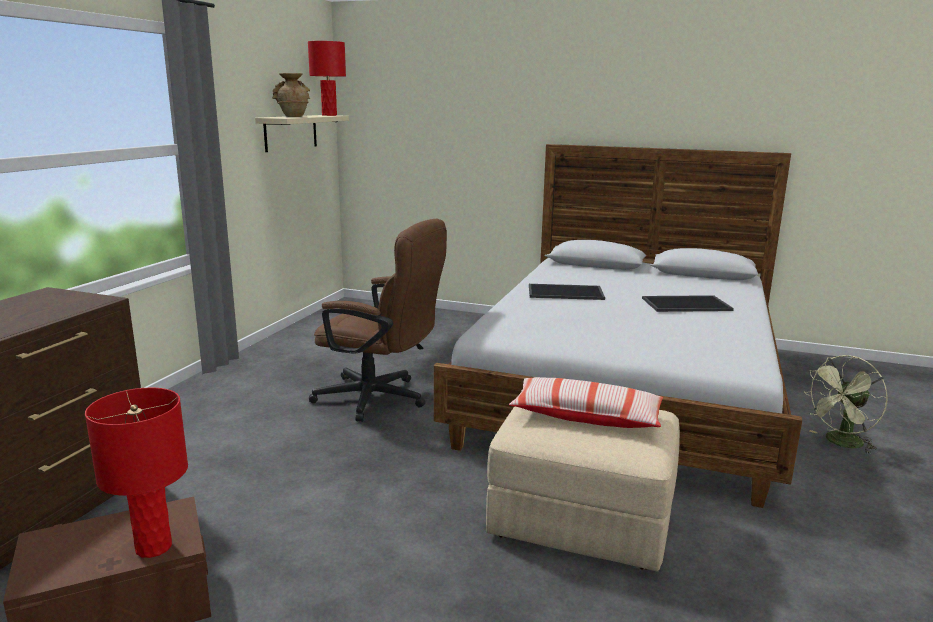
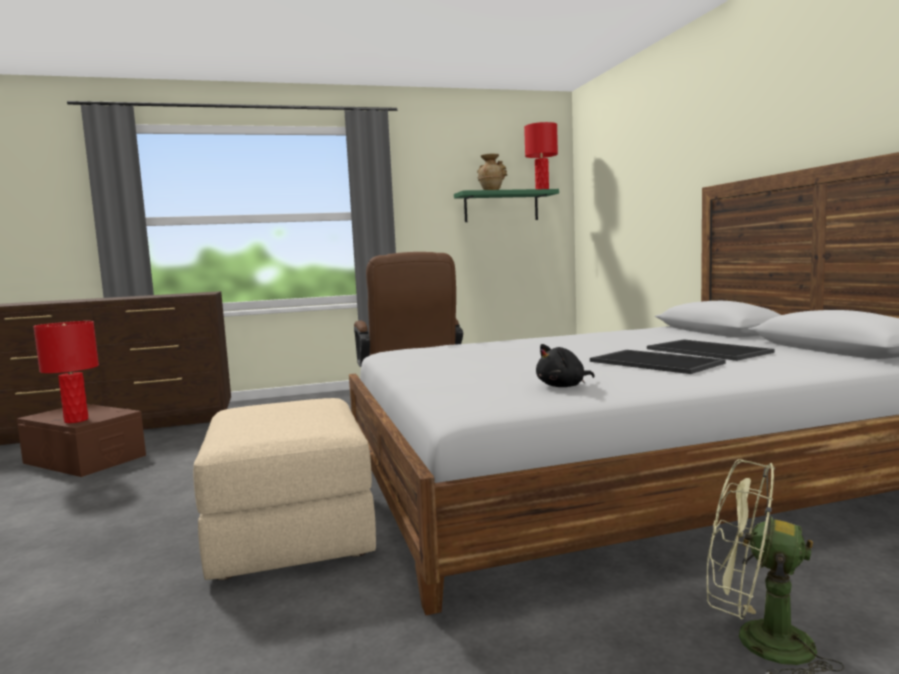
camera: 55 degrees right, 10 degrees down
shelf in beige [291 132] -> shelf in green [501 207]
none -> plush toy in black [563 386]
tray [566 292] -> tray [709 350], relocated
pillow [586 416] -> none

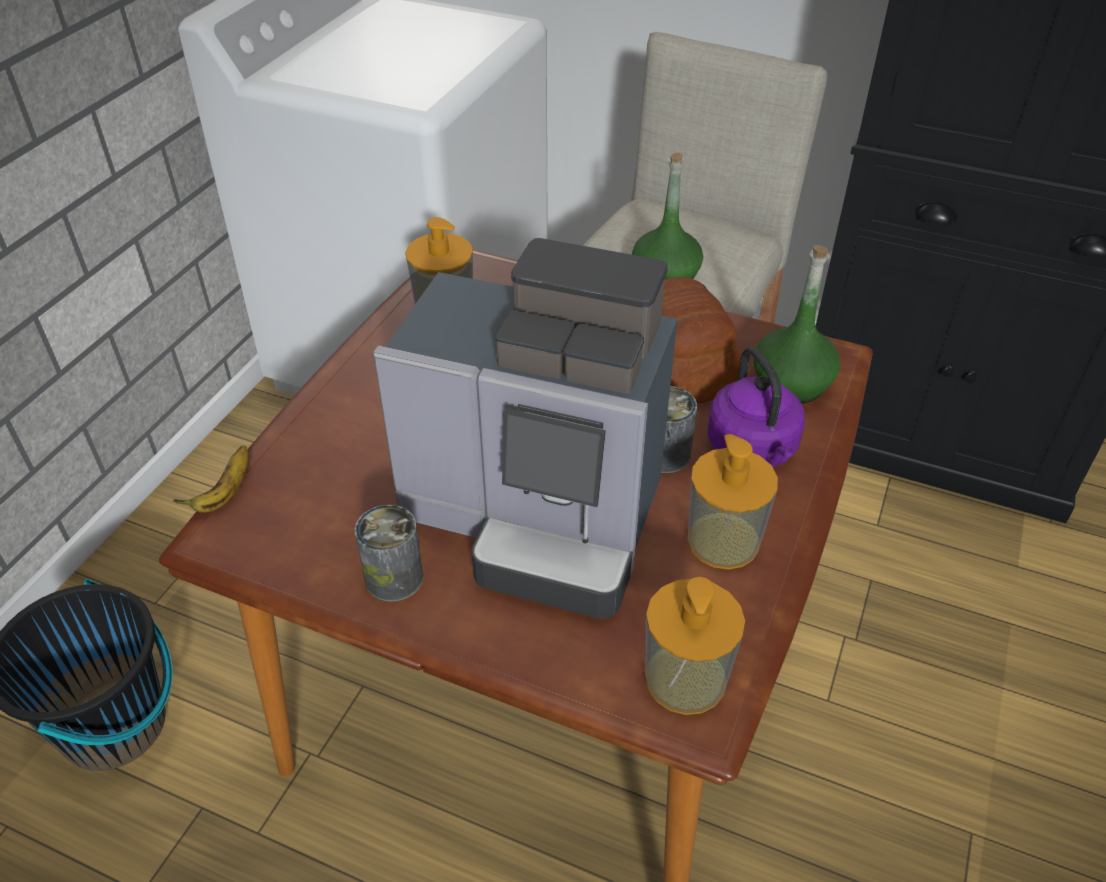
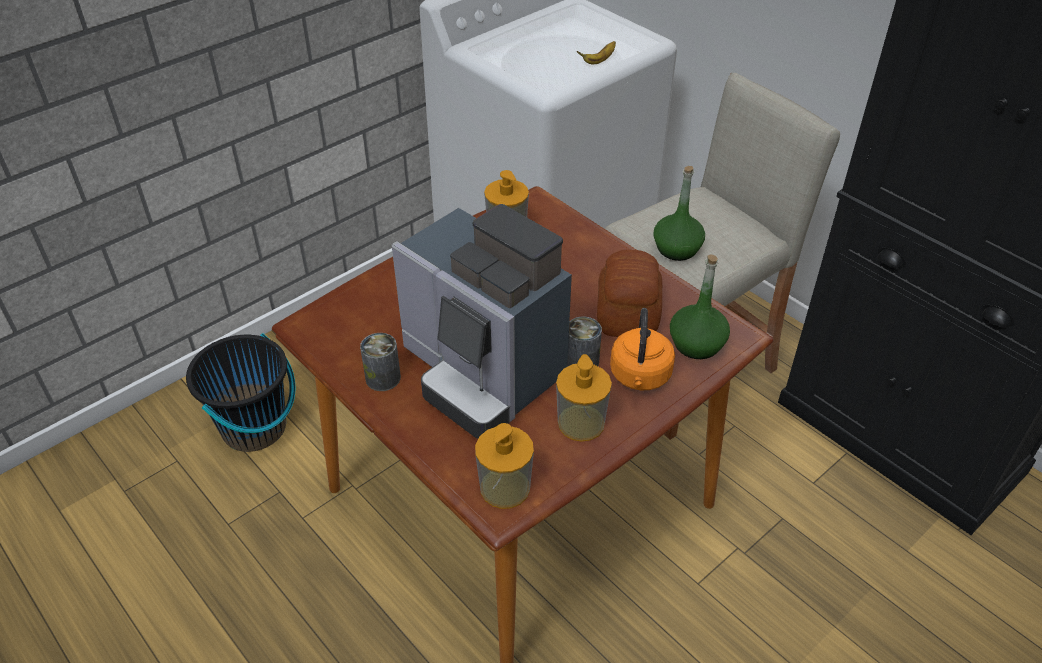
camera: 25 degrees right, 0 degrees up
banana [225 494] -> banana [599 61], relocated
kettle in purple [753 450] -> kettle in orange [640 377]

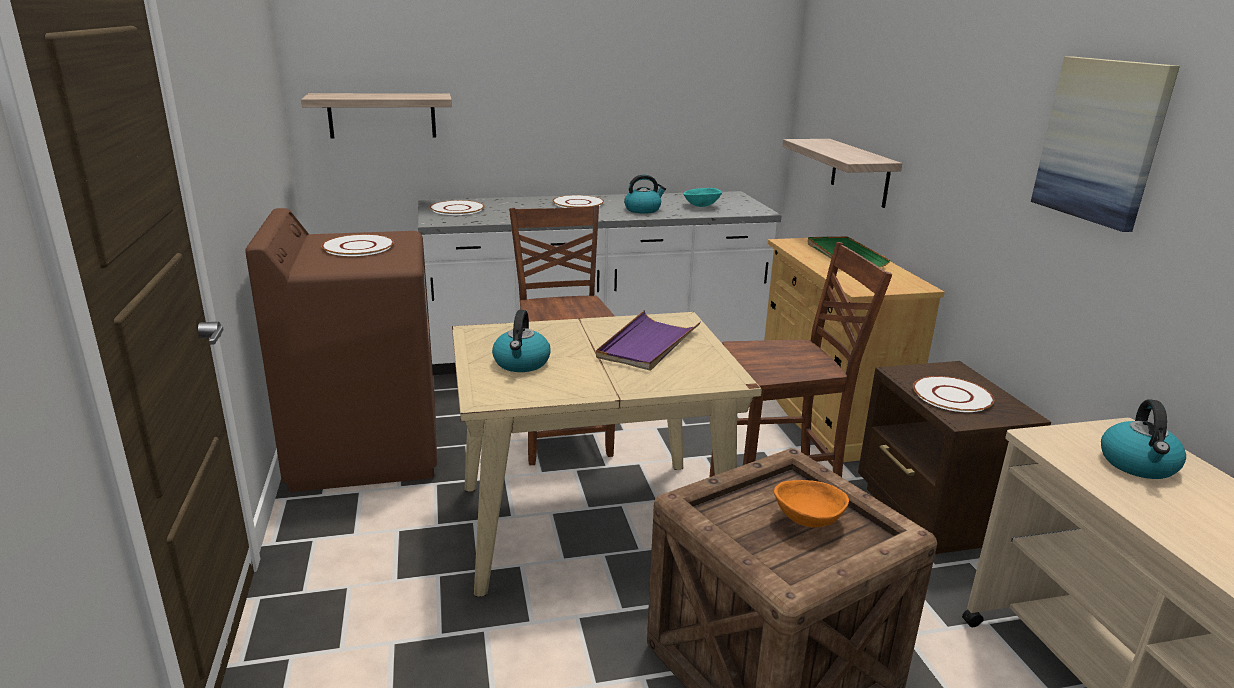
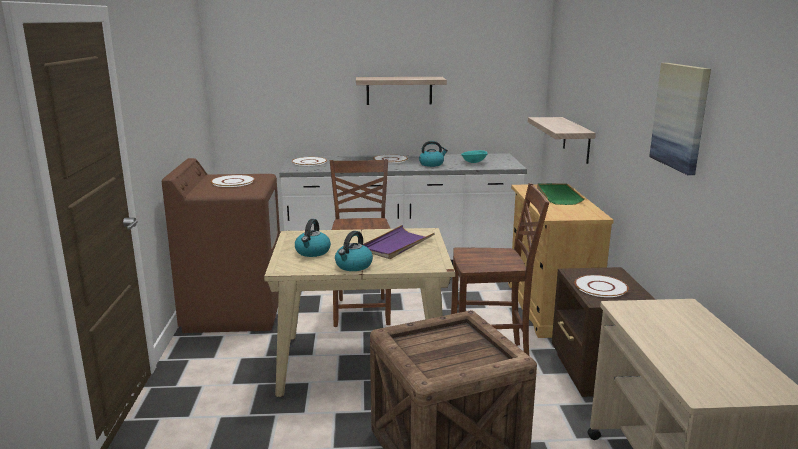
camera: 10 degrees right, 5 degrees down
kettle [1138 465] -> kettle [353 266], relocated
shelf [382 115] -> shelf [399 90], relocated
bowl in orange [807 521] -> none

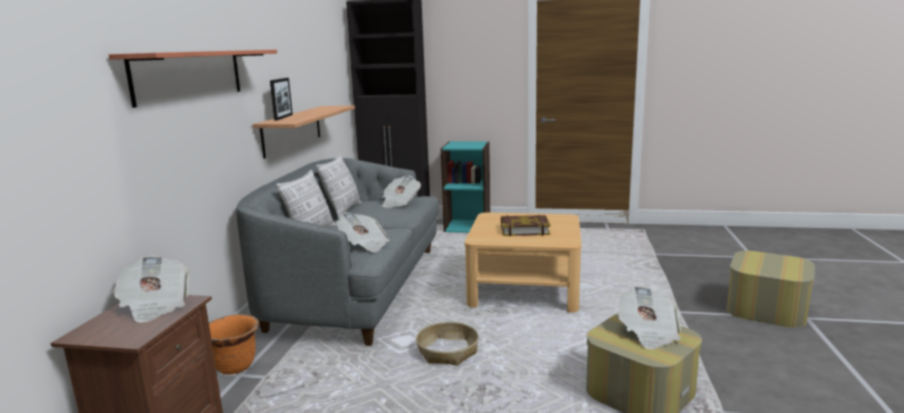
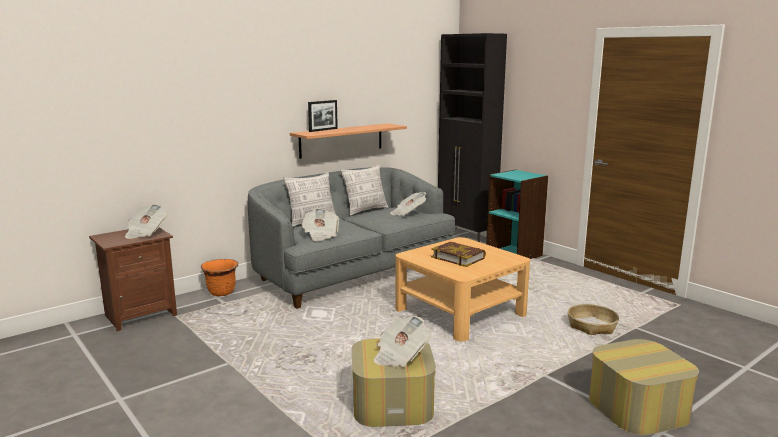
camera: 40 degrees right, 0 degrees up
basket [447 351] -> basket [591 326], relocated
shelf [189 75] -> none

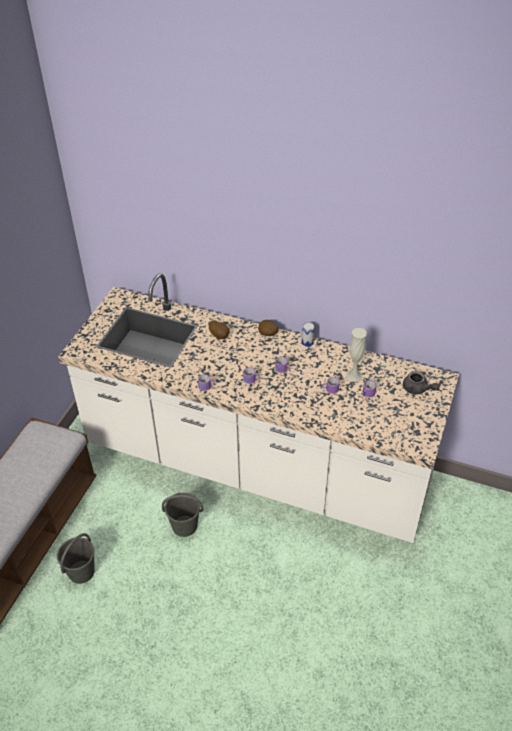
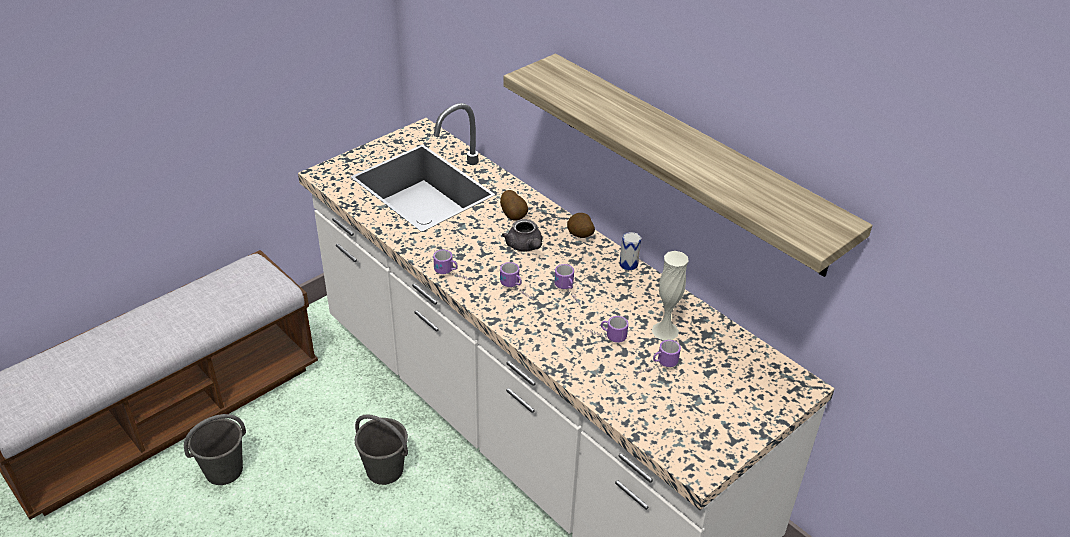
camera: 25 degrees right, 5 degrees down
teapot in grey [417 389] -> teapot in grey [525 247], relocated
none -> shelf [691 161]

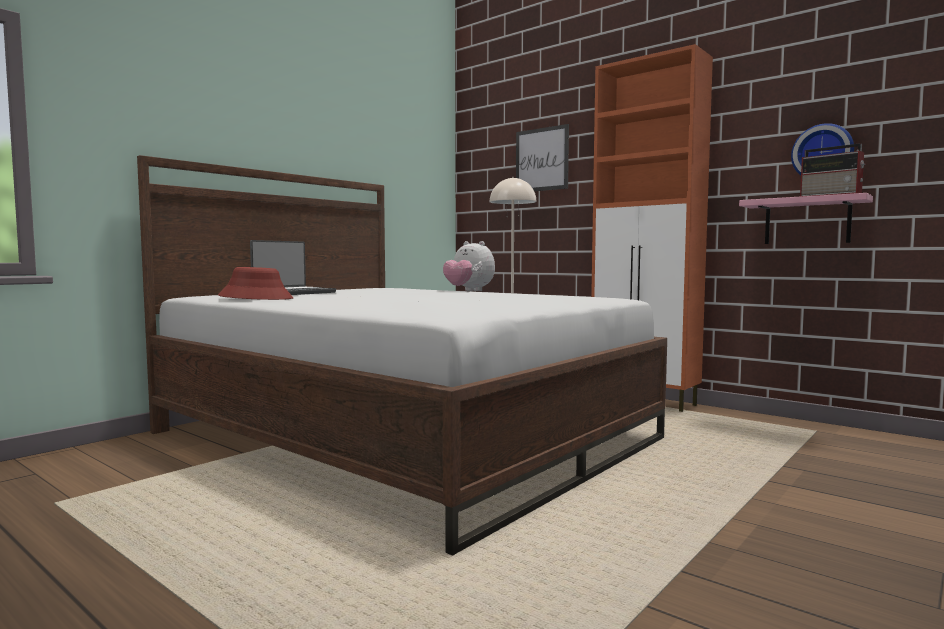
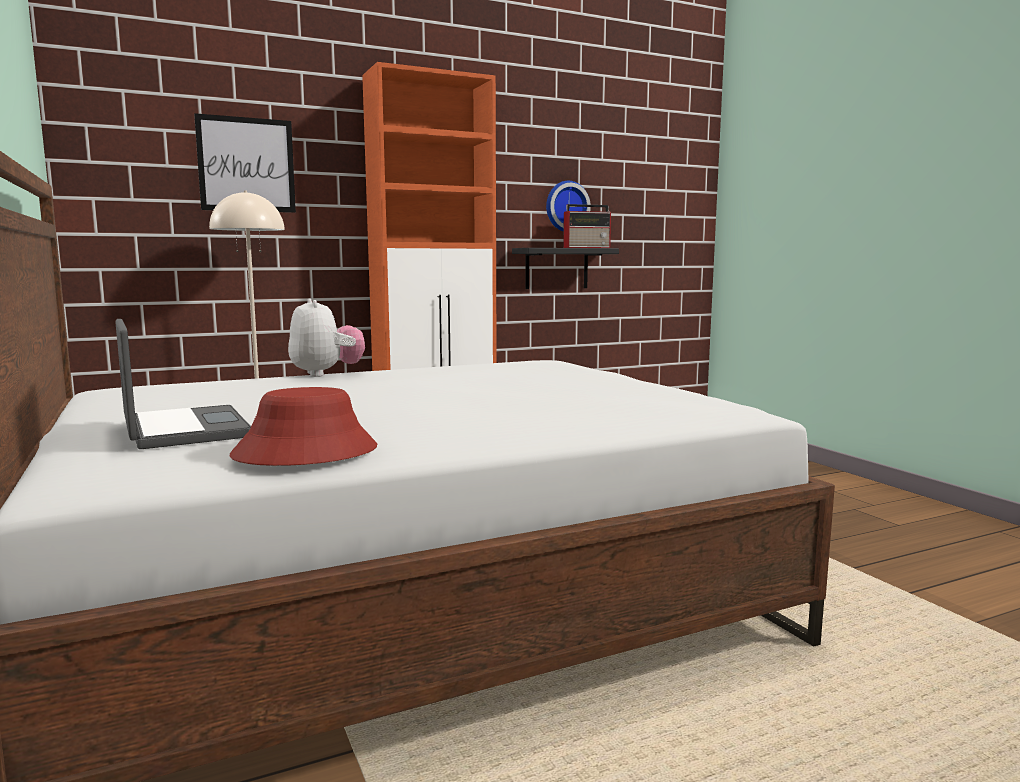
camera: 65 degrees left, 5 degrees up
plush toy [469 291] -> plush toy [326 374], 90 degrees counterclockwise
shelf in pink [807 221] -> shelf in black [556 268]

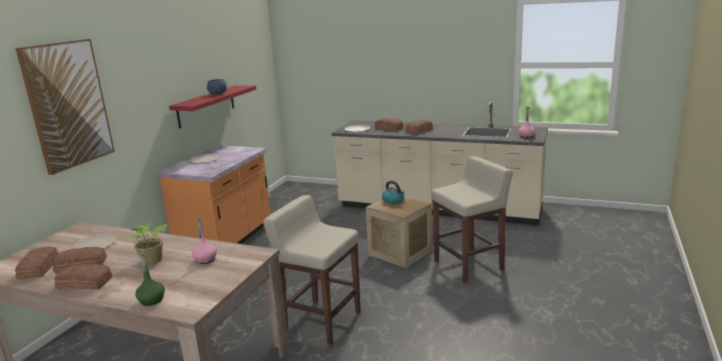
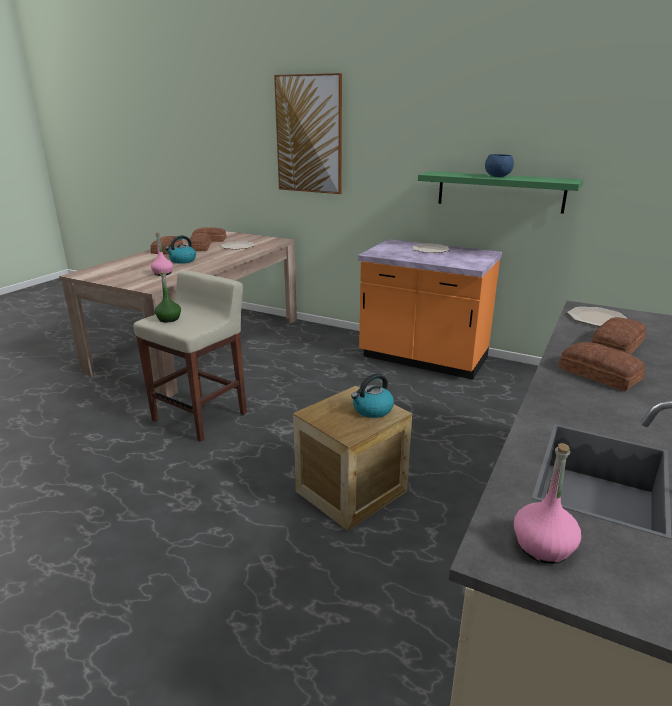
camera: 95 degrees right, 5 degrees up
bottle in green [152 300] -> bottle in green [169 319], relocated
potted plant [151 261] -> kettle [182 261]
shelf in red [206 106] -> shelf in green [500 191]
stool in beige [469 265] -> none

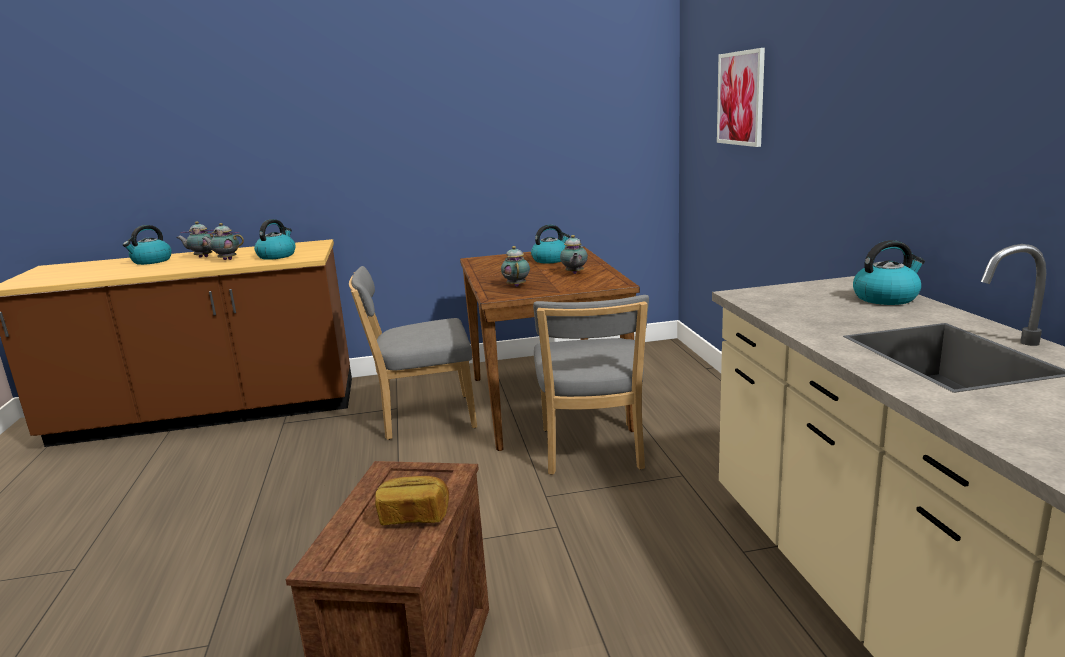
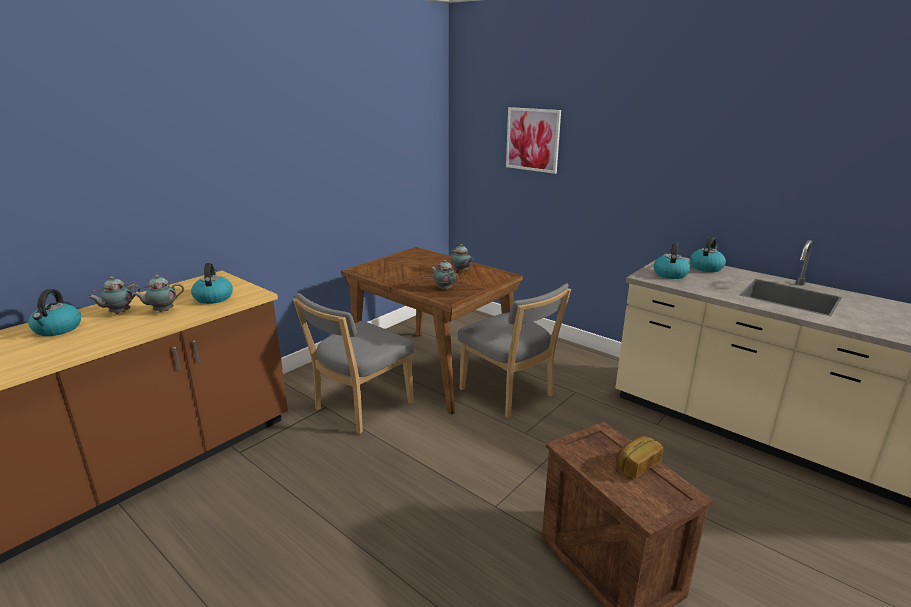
camera: 40 degrees left, 5 degrees up
kettle [550 260] -> kettle [670 274], relocated

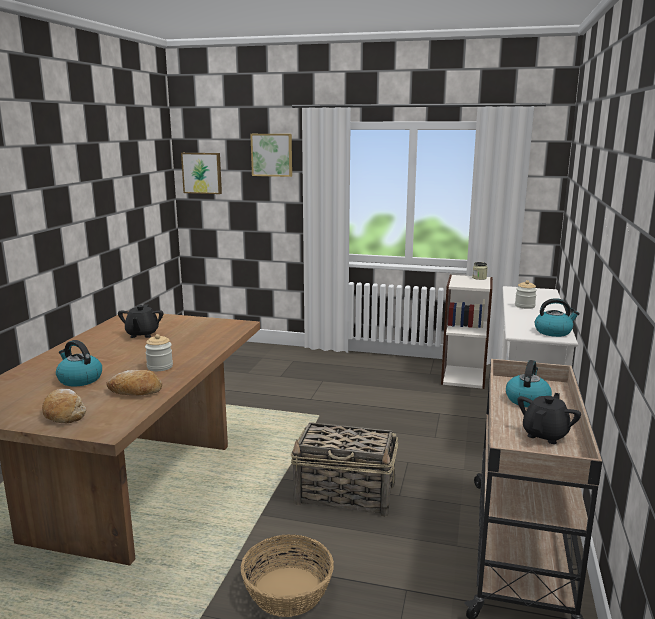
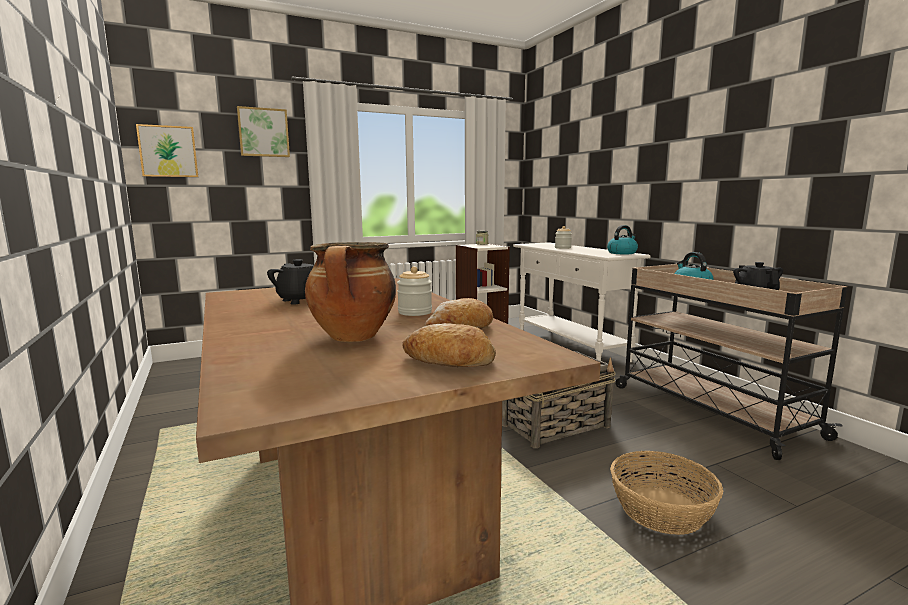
camera: 40 degrees left, 5 degrees down
kettle [79 379] -> cooking pot [354 337]

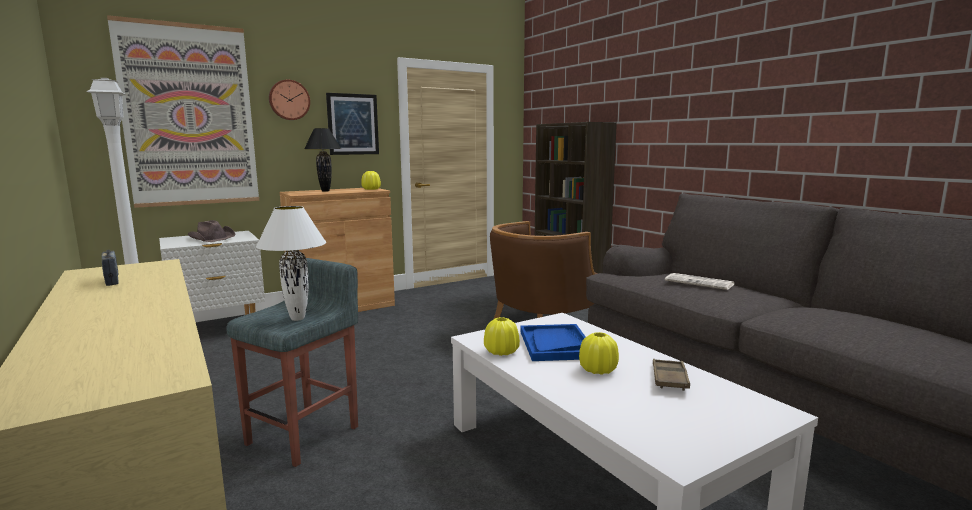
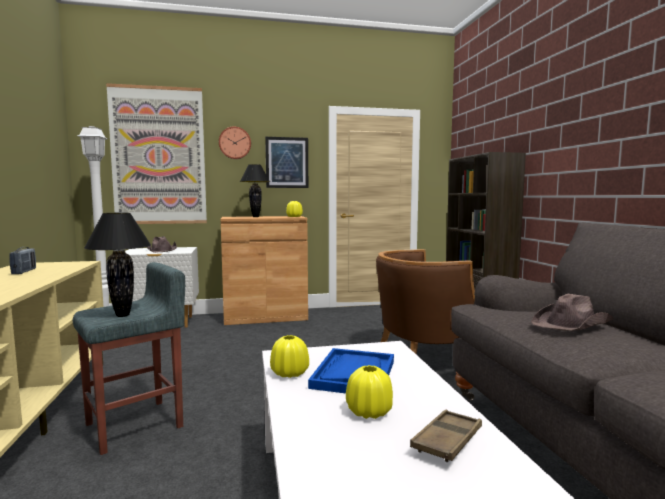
camera: 20 degrees right, 5 degrees down
table lamp in white [298 319] -> table lamp in black [123 315]
newspaper [700 282] -> hat in brown [572 324]

